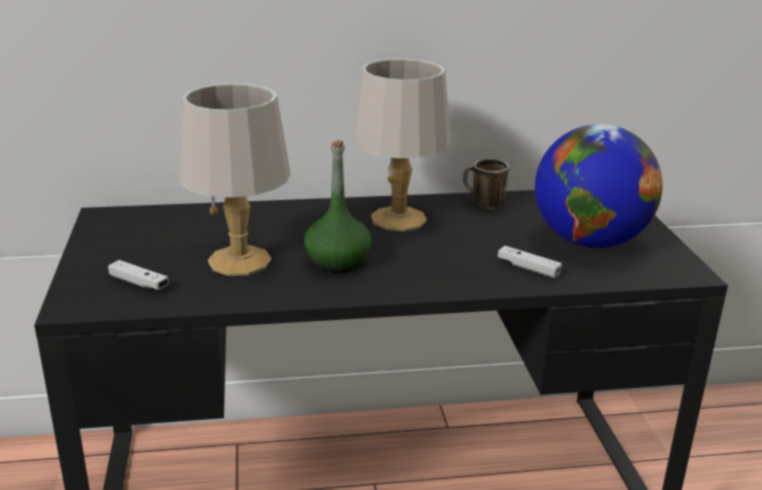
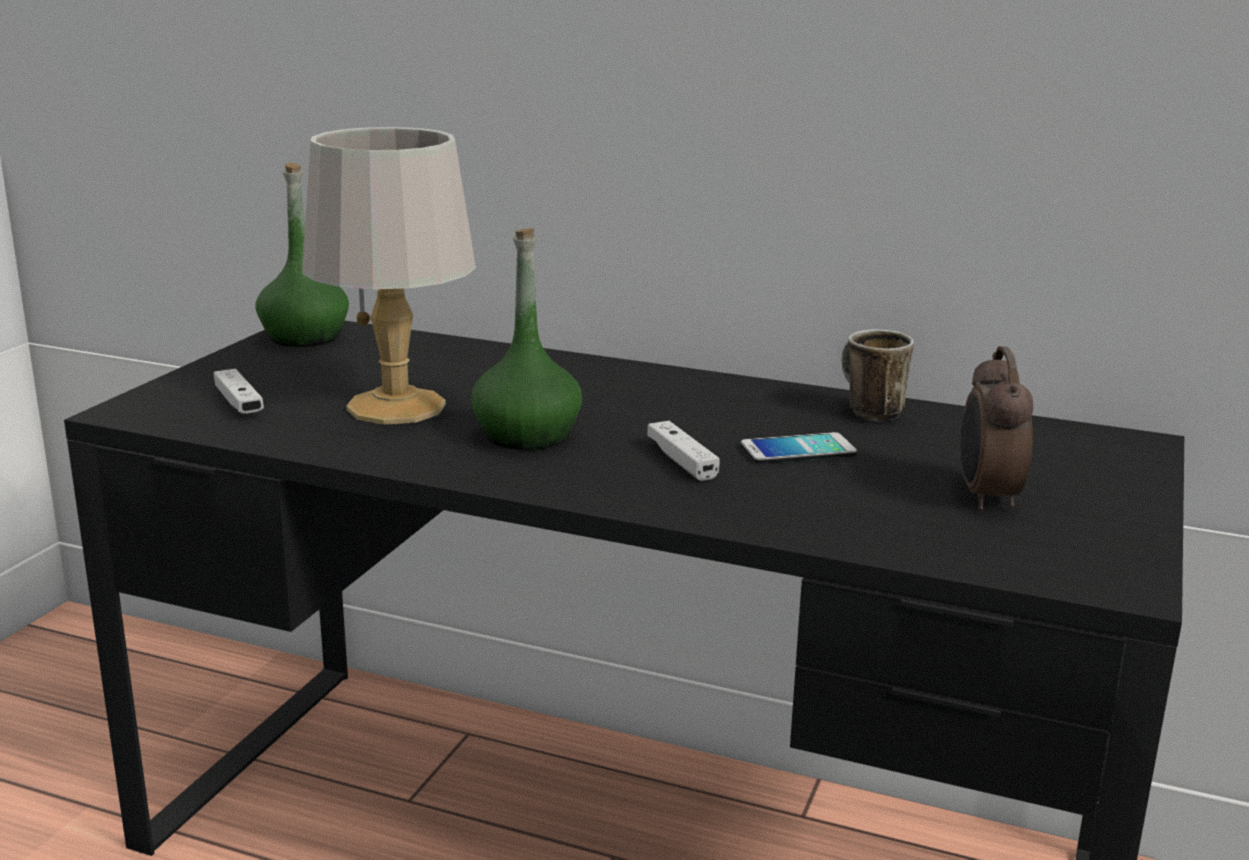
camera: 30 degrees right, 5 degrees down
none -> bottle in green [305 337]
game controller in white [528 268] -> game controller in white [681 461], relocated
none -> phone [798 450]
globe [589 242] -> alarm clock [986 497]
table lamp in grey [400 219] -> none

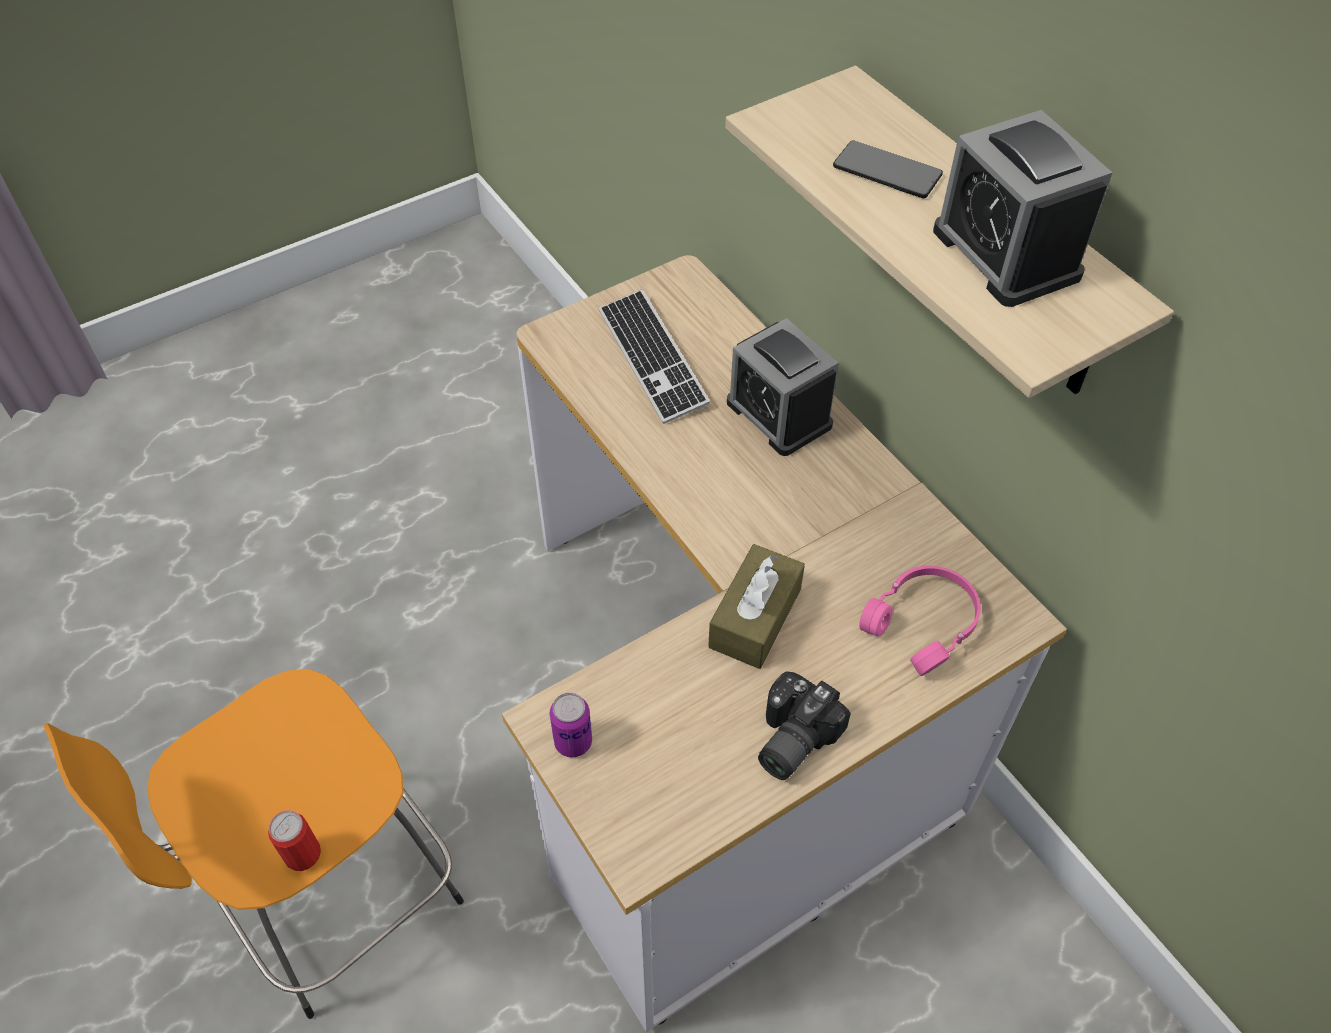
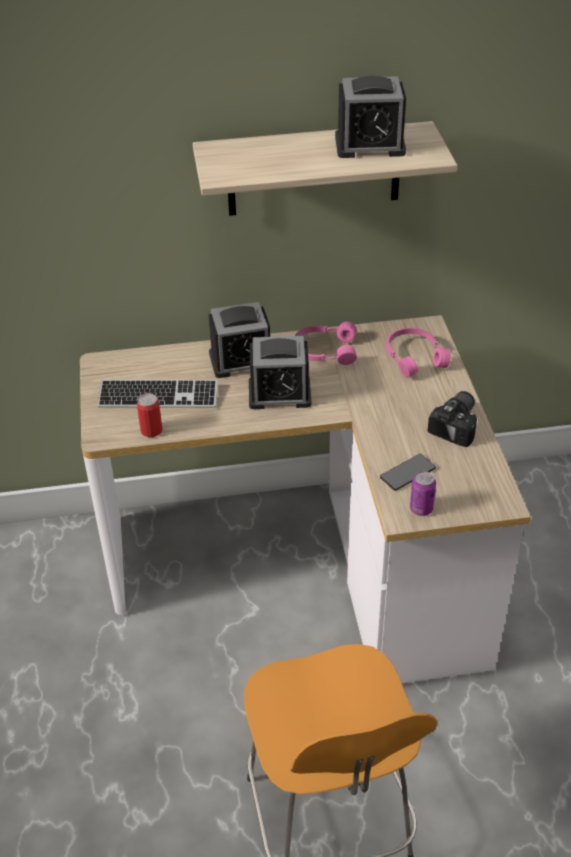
camera: 65 degrees left, 10 degrees down
can [302 854] -> can [151 430], relocated
none -> alarm clock [279 393]
none -> headphones in pink [324 351]
phone [887 171] -> phone [407 473], relocated
photo camera [789 738] -> photo camera [458 426], 120 degrees counterclockwise
tissue box in brown [755 618] -> none

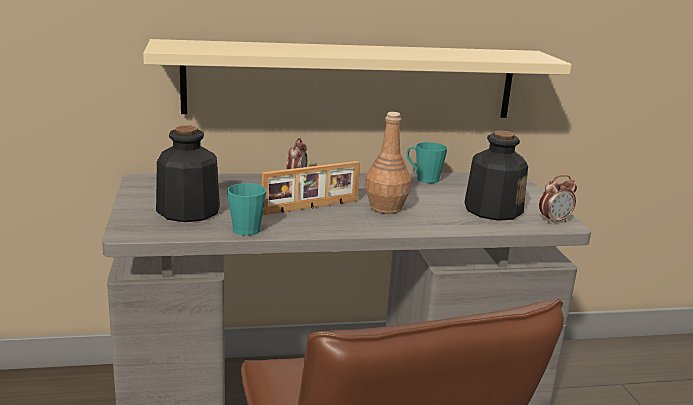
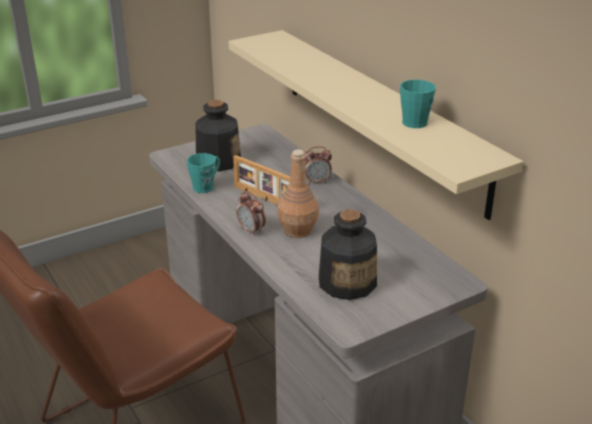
camera: 70 degrees right, 10 degrees up
alarm clock [554 221] -> alarm clock [251 230], relocated
mug in turquoise [423 178] -> mug in turquoise [414 120], relocated

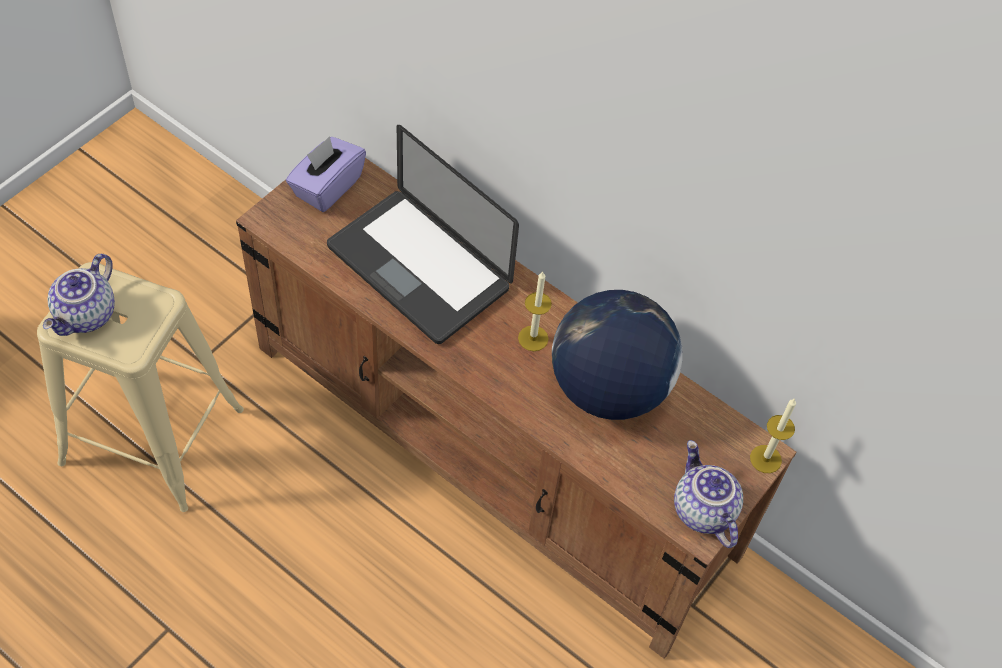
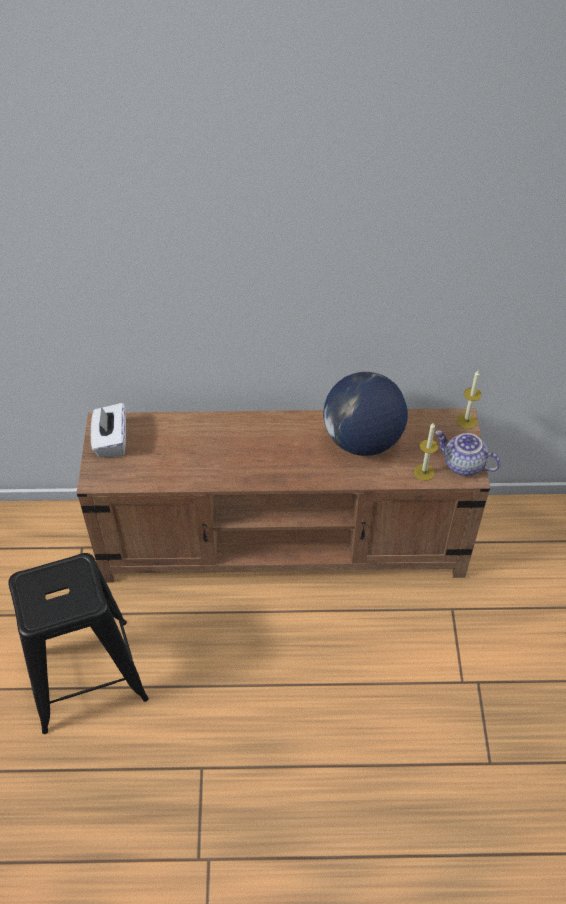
camera: 35 degrees left, 5 degrees down
stool in beige [151 435] -> stool in black [85 675]
tissue box in purple [327 187] -> tissue box in white [111 441]
candle [533 338] -> candle [424 472], relocated
teapot [87 316] -> none
laptop [418 267] -> none

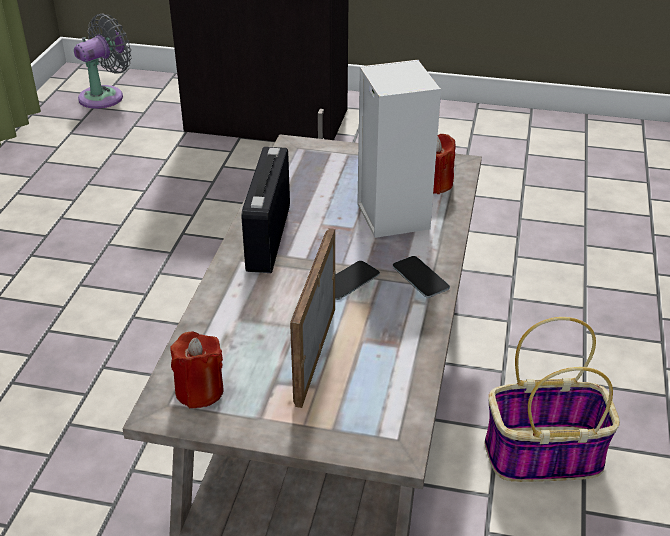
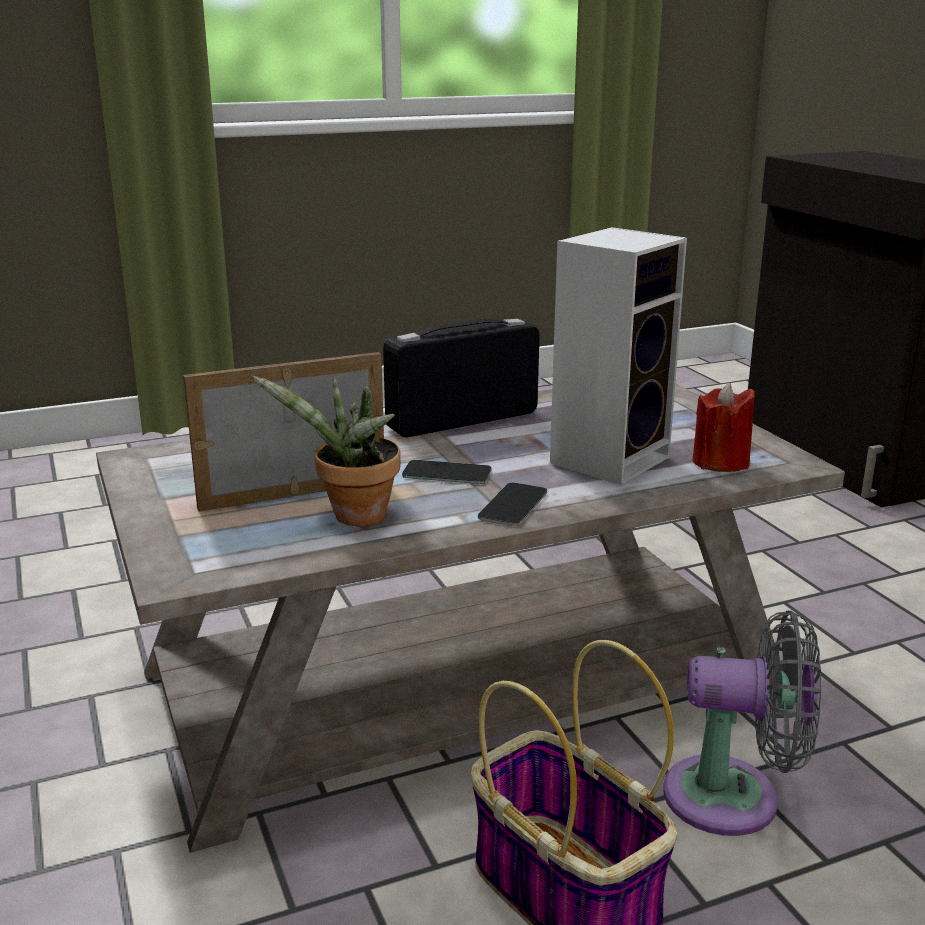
camera: 55 degrees right, 15 degrees down
none -> potted plant [353 518]
fan in grey [105 96] -> fan in grey [734 798], relocated
candle in red [199 391] -> none

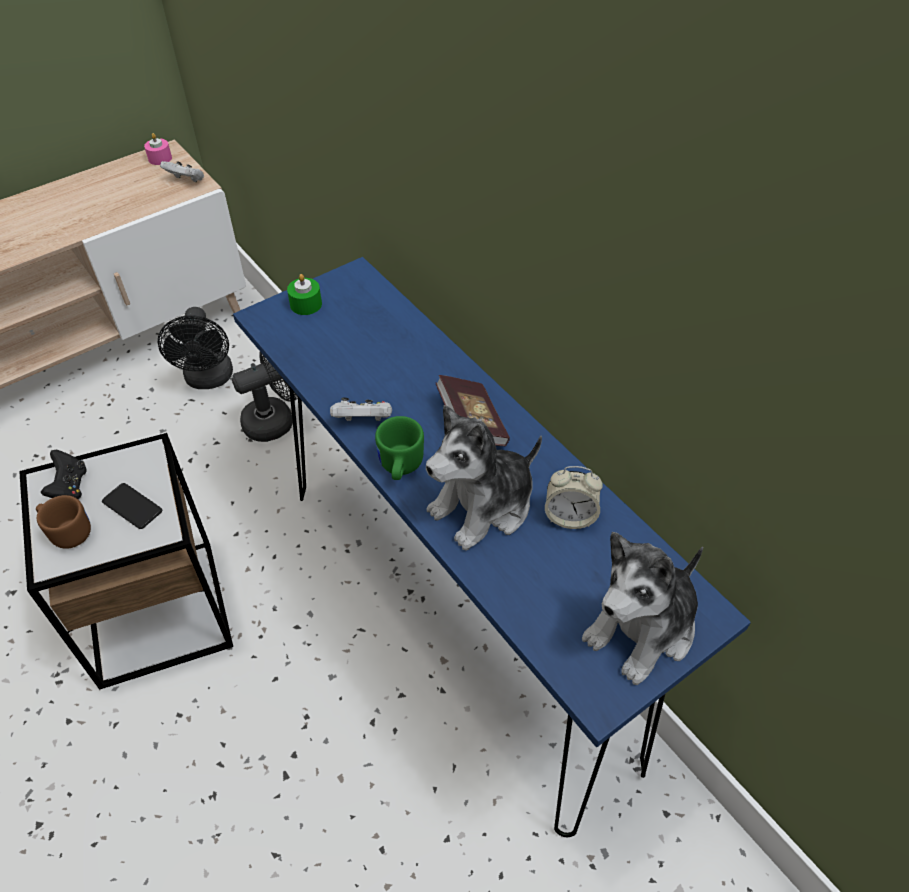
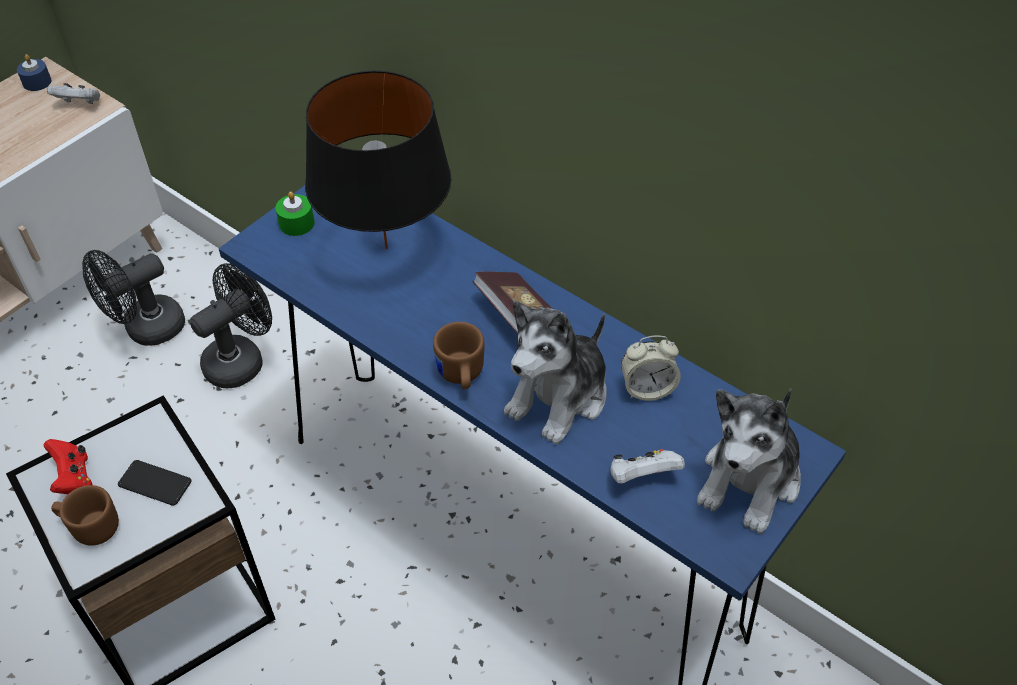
camera: 15 degrees left, 0 degrees up
candle in pink [160 158] -> candle in blue [37 82]
game controller in black [70 487] -> game controller in red [74 478]
fan in black [209 379] -> fan in black [146 330], 75 degrees clockwise
none -> table lamp in black [386 248]
mug in green [399 467] -> mug in brown [460 376]
game controller in white [363 421] -> game controller in white [642 477], relocated

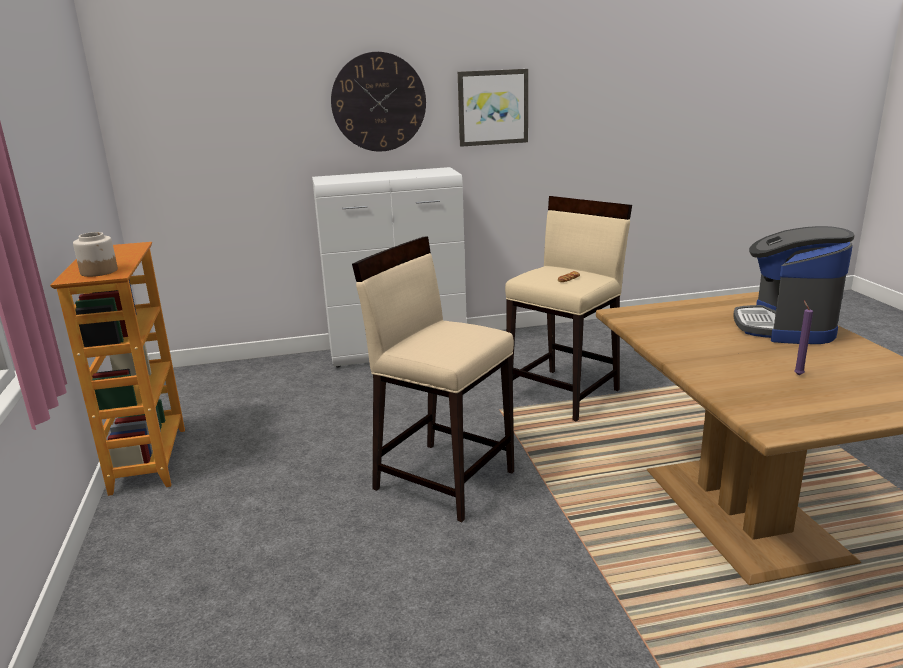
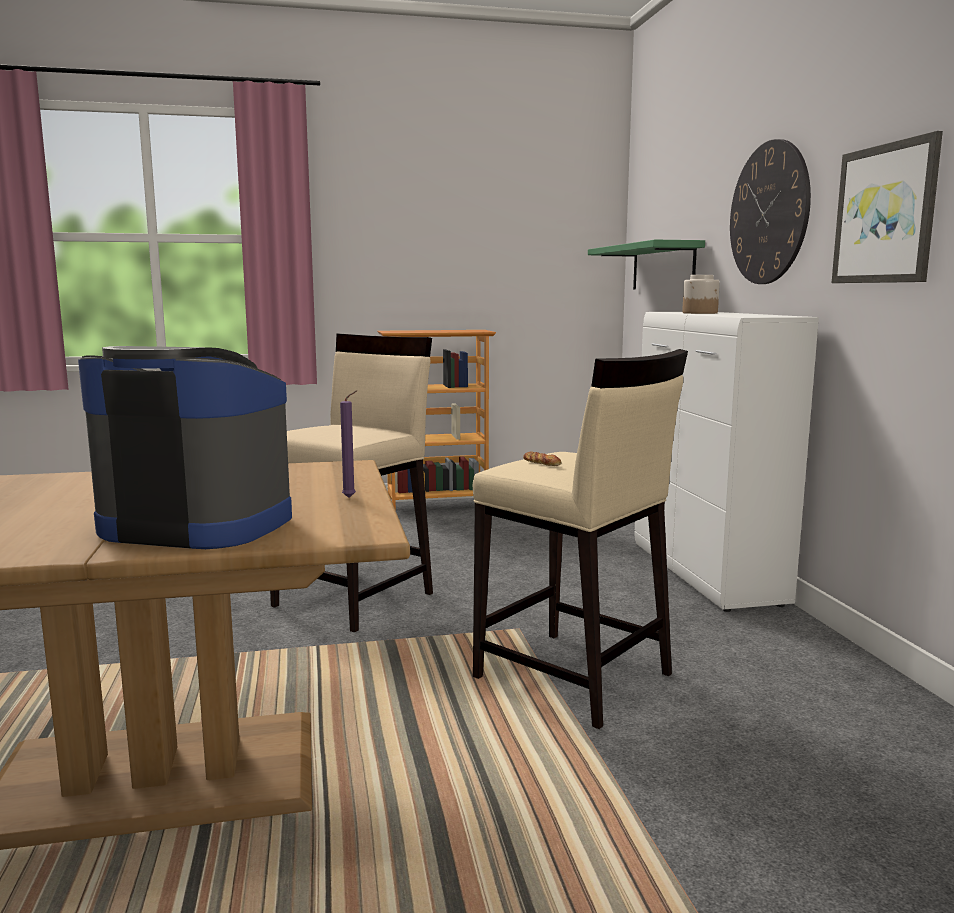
camera: 90 degrees right, 10 degrees down
candle in purple [797 374] -> candle in purple [351 497], relocated
none -> shelf in green [663 267]
jar [99 271] -> jar [700 313], relocated

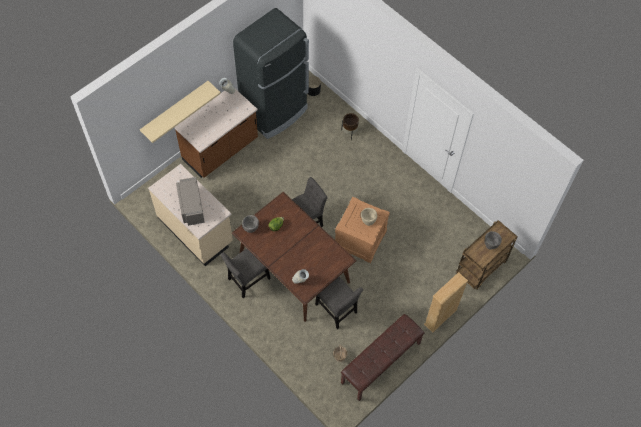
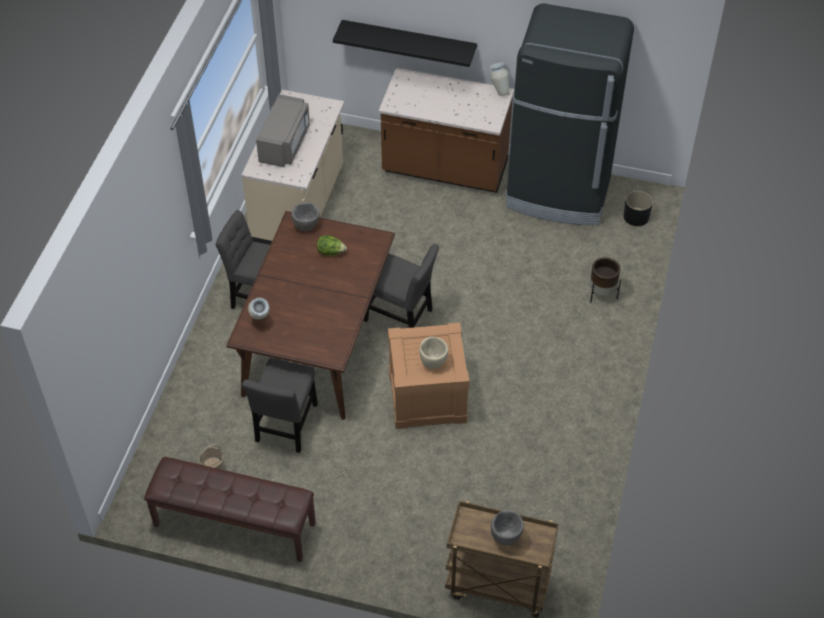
camera: 60 degrees right, 10 degrees down
microwave in grey [191 207] -> microwave in grey [285 144], 150 degrees clockwise
shelf in beige [175 109] -> shelf in black [408 41]
bookcase in beige [440 317] -> none

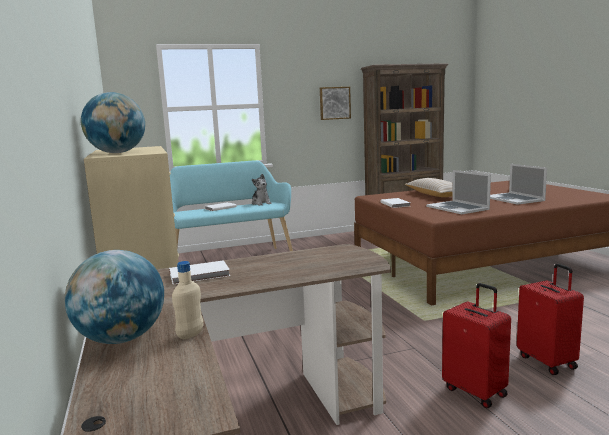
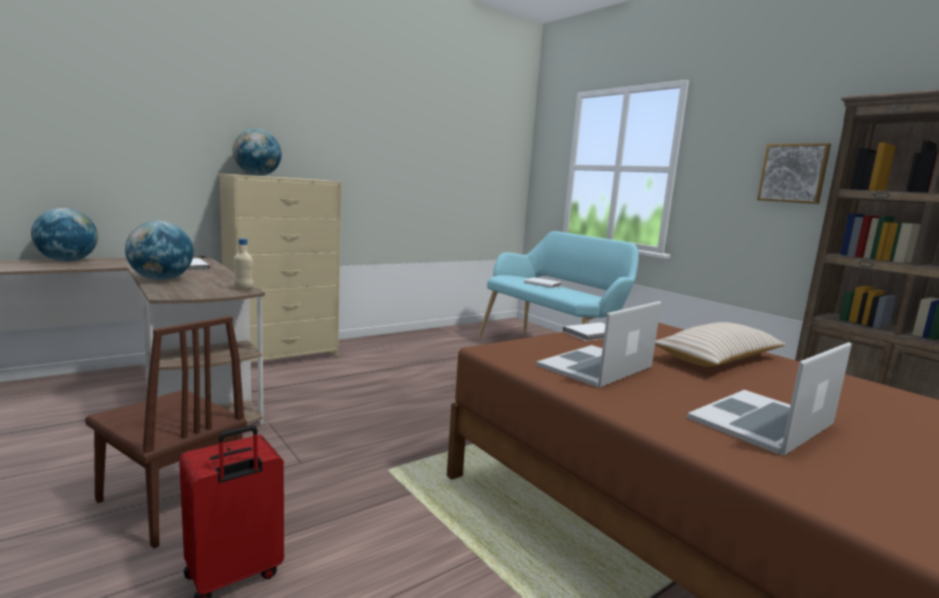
camera: 70 degrees right, 0 degrees up
suitcase in red [476 391] -> chair in brown [172 501]
none -> globe [161 279]
bottle in beige [190 335] -> bottle in beige [243 289], relocated
plush toy [261 203] -> none

